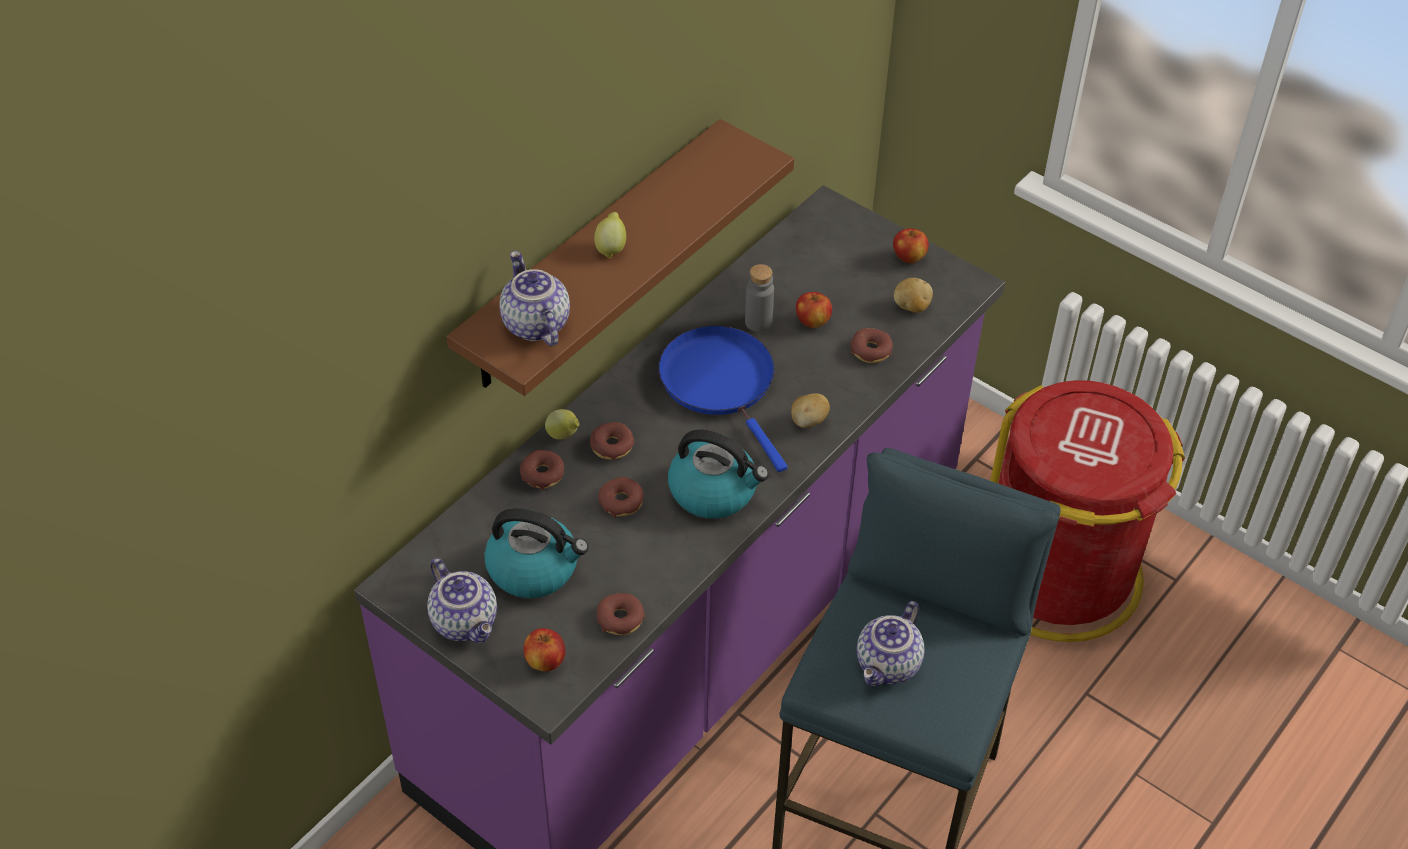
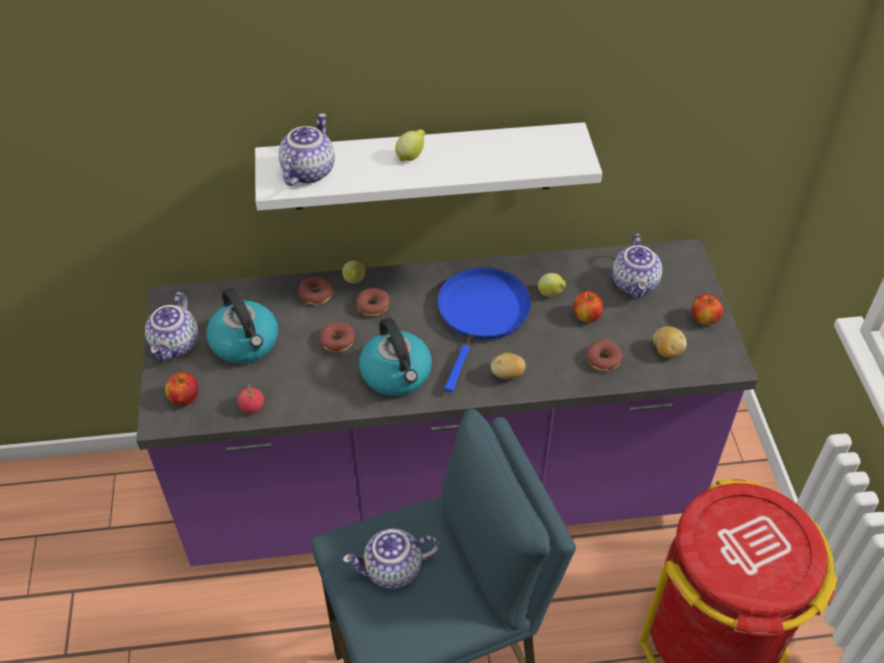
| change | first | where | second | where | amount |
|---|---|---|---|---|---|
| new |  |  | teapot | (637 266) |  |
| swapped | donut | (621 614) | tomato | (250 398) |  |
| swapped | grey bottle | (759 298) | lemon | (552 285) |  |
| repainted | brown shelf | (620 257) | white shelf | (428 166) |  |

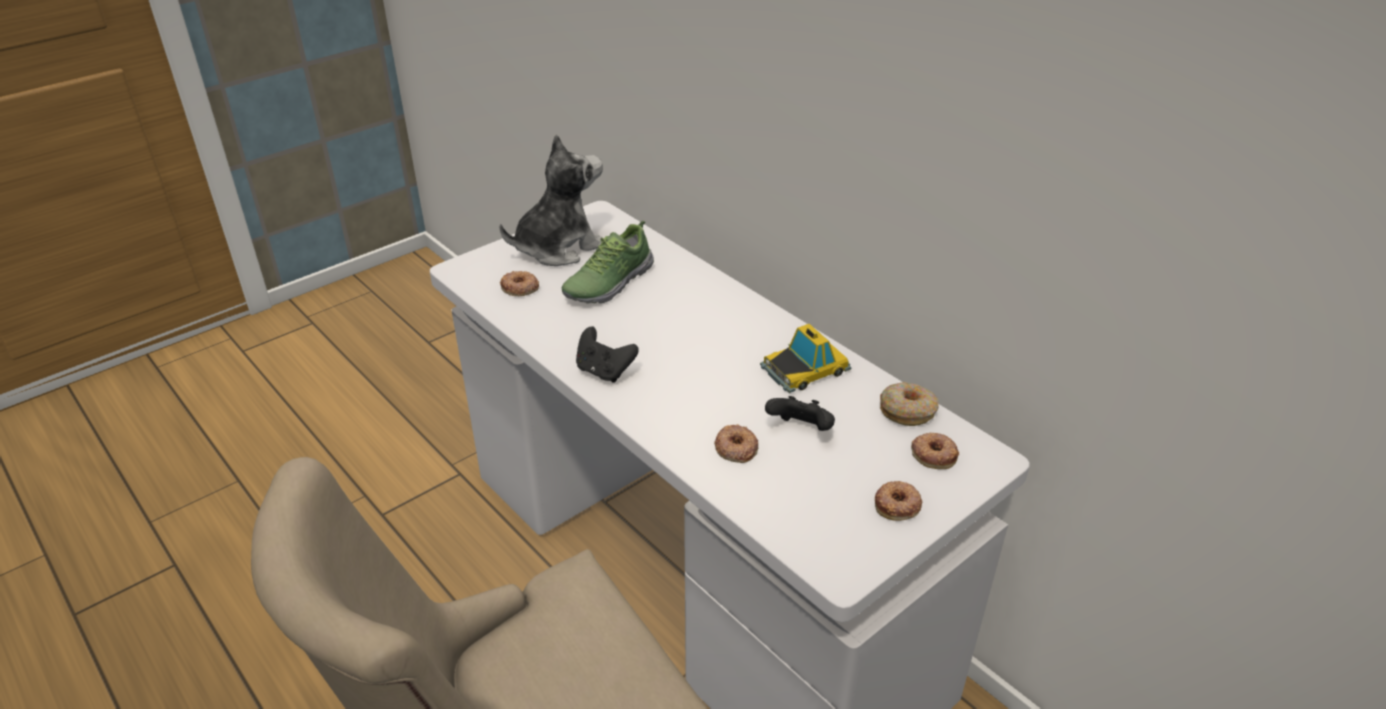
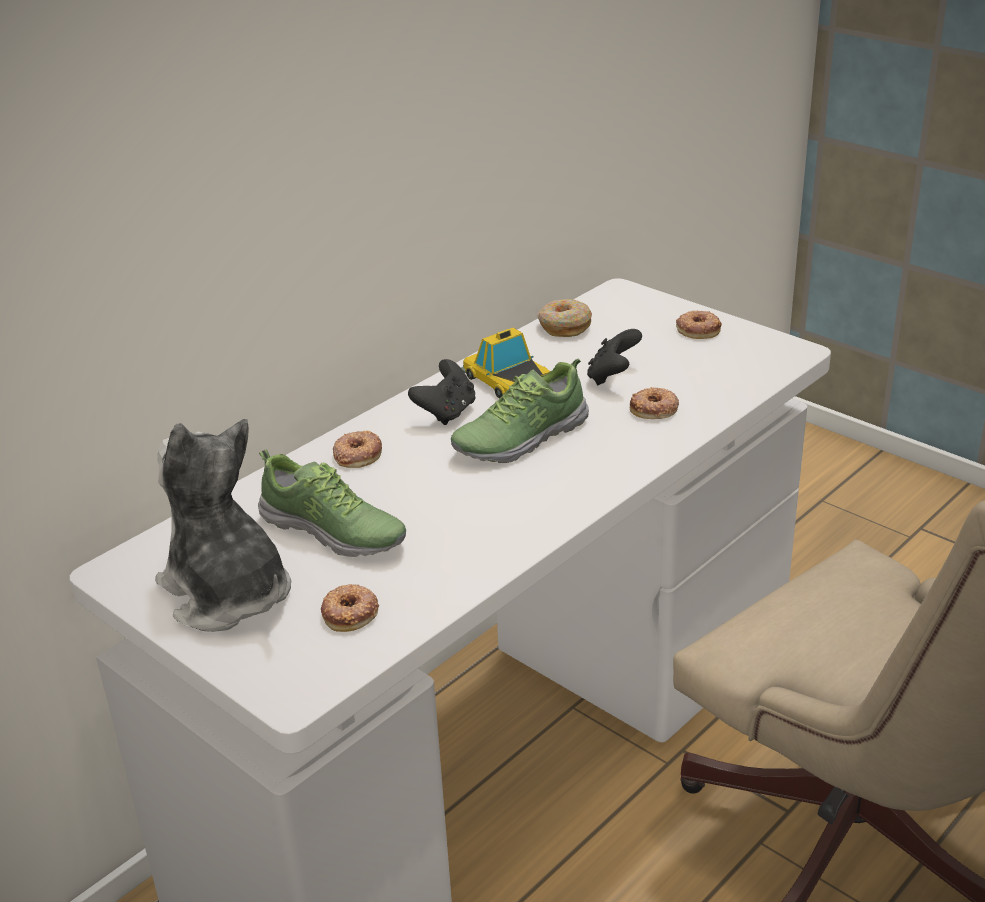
| change | first | where | second | where | amount |
|---|---|---|---|---|---|
| new |  |  | shoe | (520 410) |  |
| shifted | black game controller | (607 355) |  | (442 392) |  |
| shifted | donut | (935 451) |  | (357 449) |  |

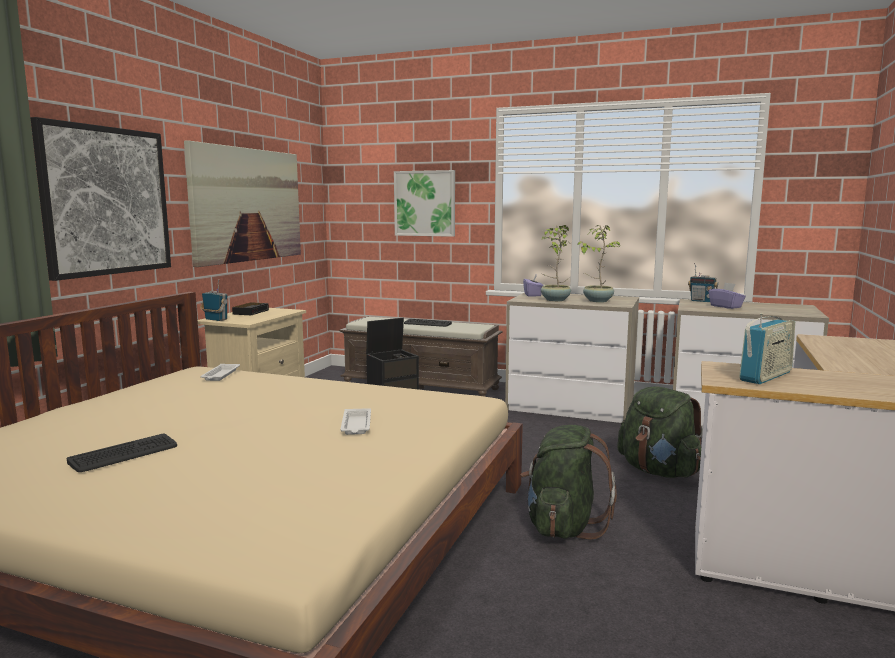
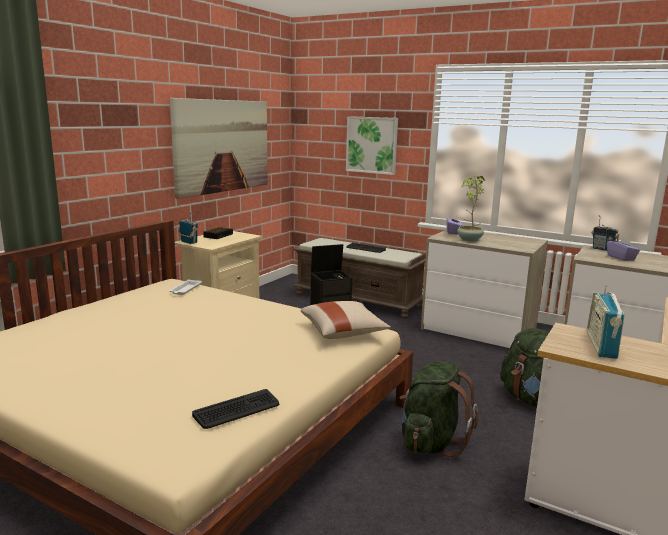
| change | first | where | second | where | amount |
|---|---|---|---|---|---|
| gone | picture | (101 199) |  |  |  |
| gone | white tray | (355 421) |  |  |  |
| gone | potted plant | (598 263) |  |  |  |
| new |  |  | beige pillow | (346 320) |  |
| shifted | keyboard | (122 453) |  | (235 409) |  |
| rotated | radio | (767 348) |  | (606 322) | 135 degrees clockwise |

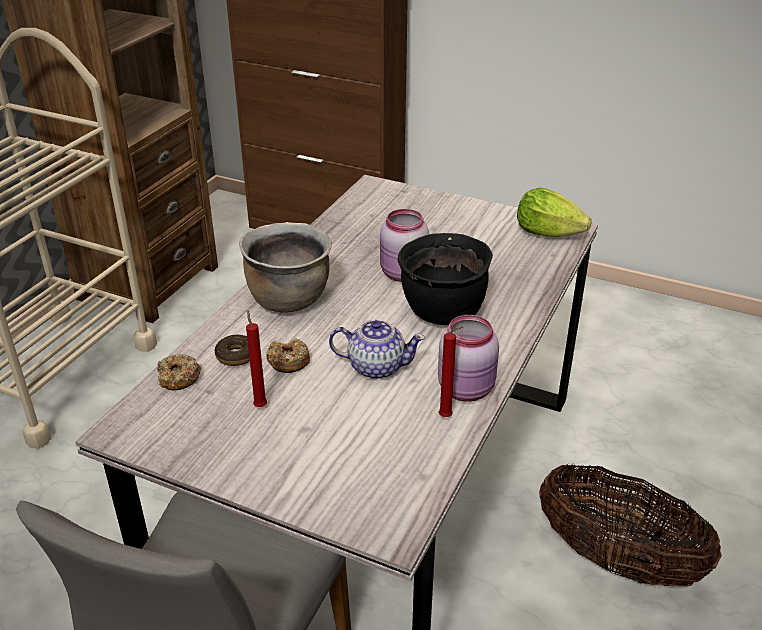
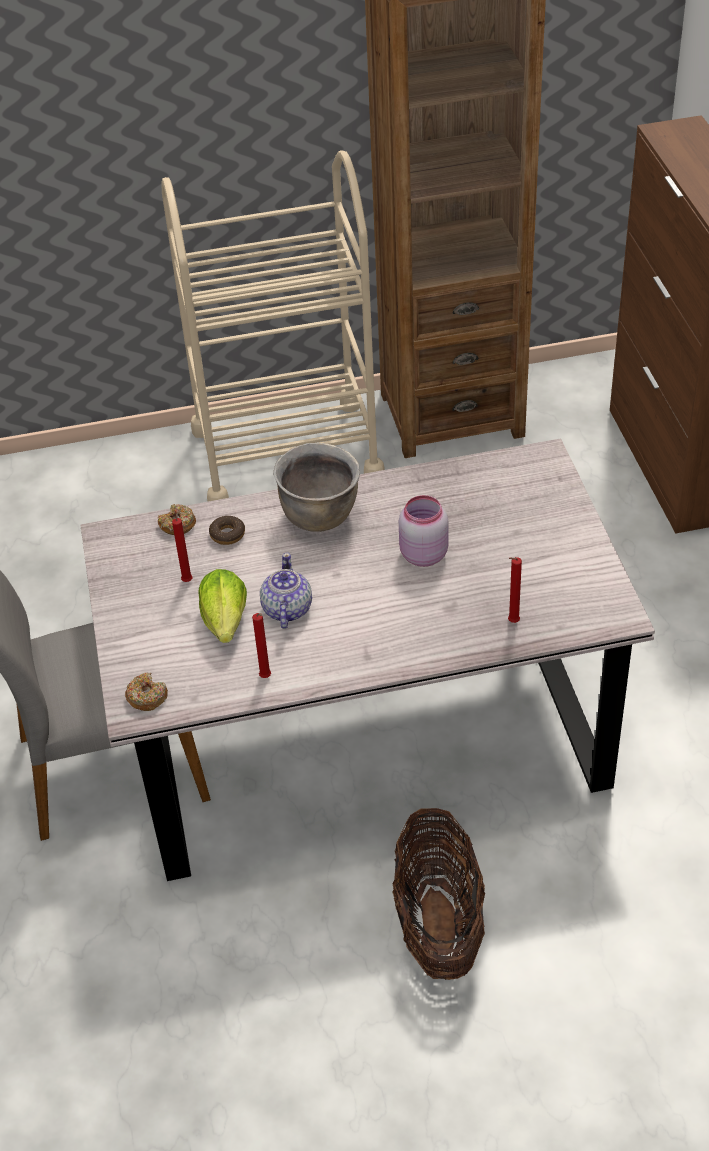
| change | first | where | second | where | amount |
|---|---|---|---|---|---|
| gone | black cooking pot | (445 279) |  |  |  |
| gone | pink jar | (468 358) |  |  |  |
| new |  |  | red candle | (515 590) |  |
| shifted | donut | (288 356) |  | (146 692) |  |
| shifted | lettuce | (554 212) |  | (223 606) |  |
| rotated | teapot | (377 349) |  | (286 590) | 150 degrees counterclockwise |

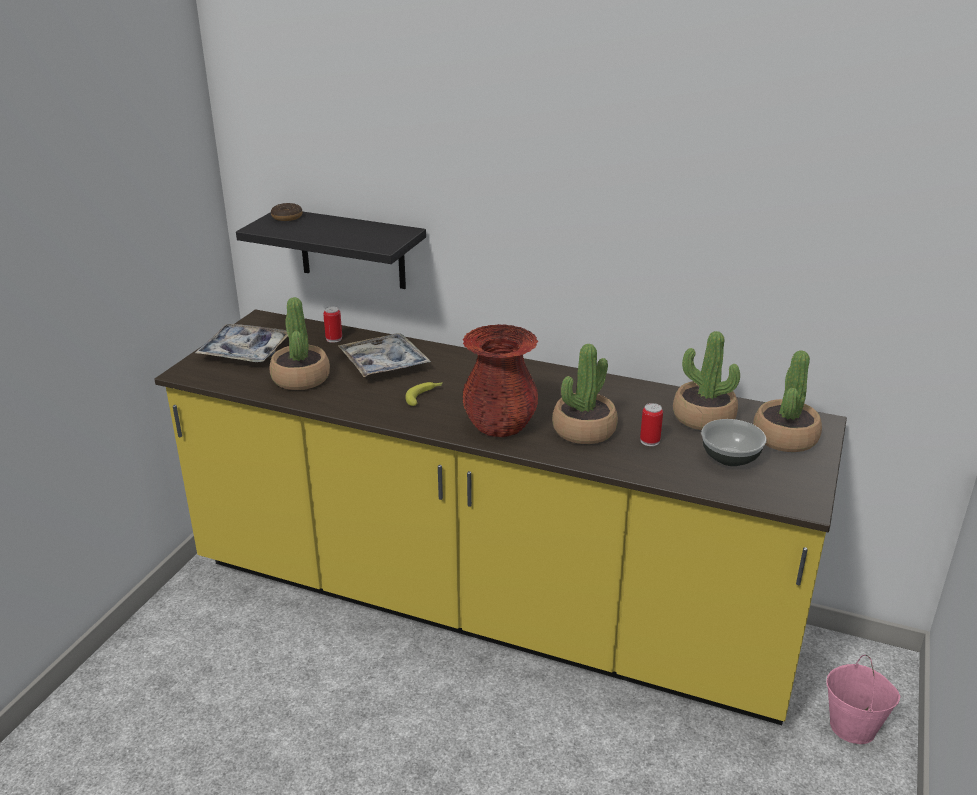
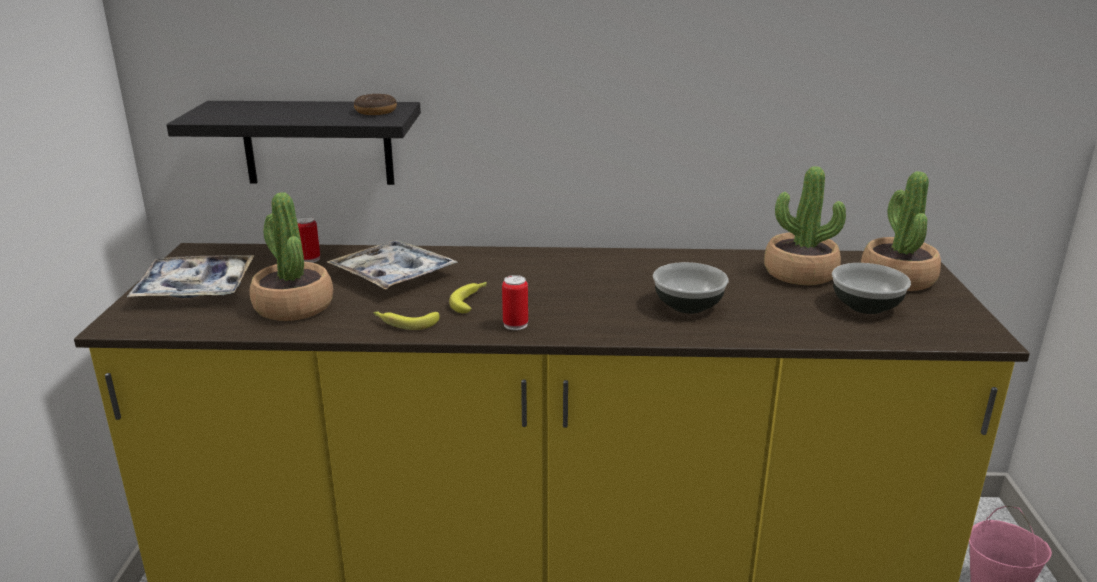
| change | first | where | second | where | amount |
|---|---|---|---|---|---|
| gone | red vase | (500 380) |  |  |  |
| new |  |  | banana | (406 320) |  |
| shifted | donut | (287 212) |  | (375 104) |  |
| shifted | can | (651 424) |  | (515 302) |  |
| swapped | potted plant | (585 394) | bowl | (691 288) |  |

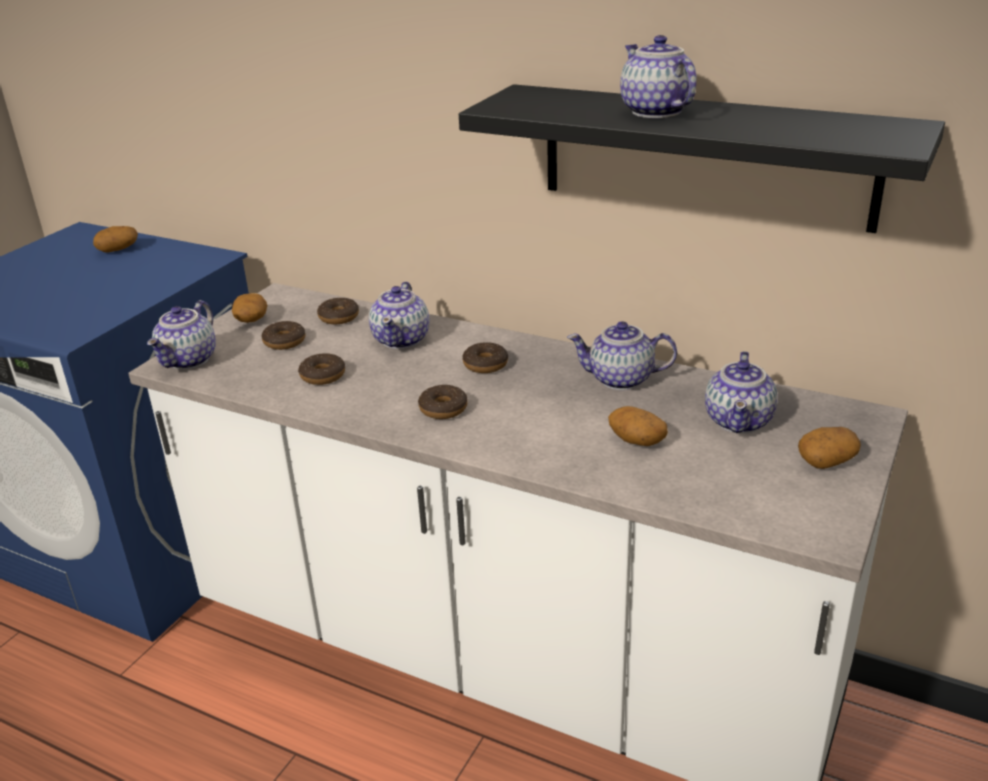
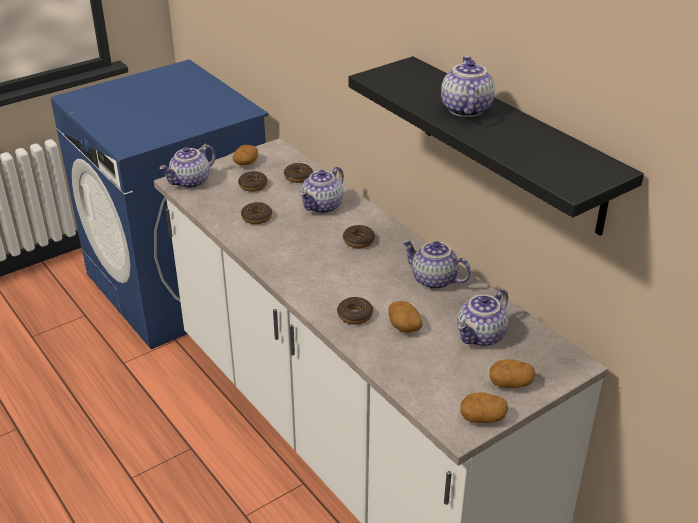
| change | first | where | second | where | amount |
|---|---|---|---|---|---|
| shifted | potato | (115 239) |  | (484 407) |  |
| shifted | donut | (443 402) |  | (355 311) |  |

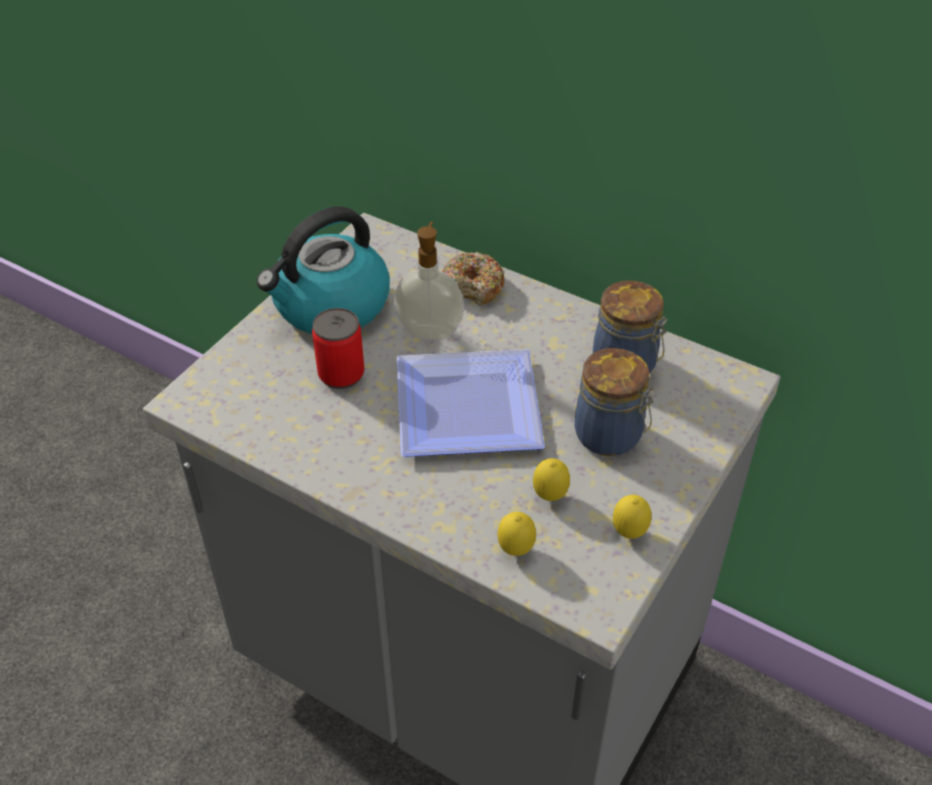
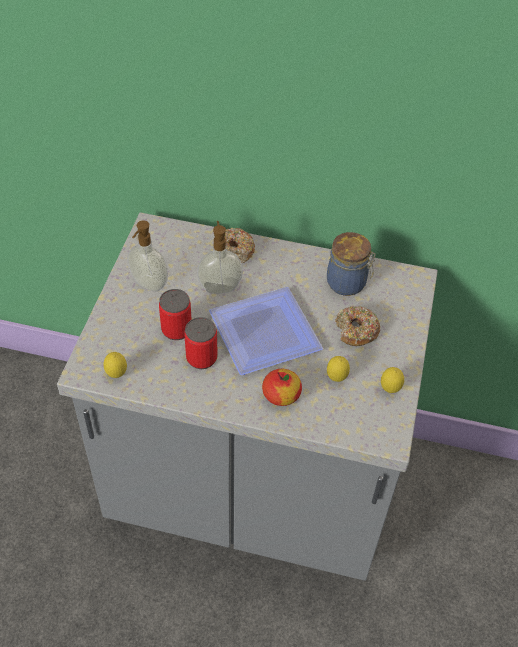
| change | first | where | second | where | amount |
|---|---|---|---|---|---|
| new |  |  | can | (201 343) |  |
| new |  |  | apple | (282 387) |  |
| shifted | lemon | (516 534) |  | (115 365) |  |
| swapped | kettle | (323 270) | soap dispenser | (147 256) |  |
| swapped | jar | (615 402) | donut | (357 326) |  |

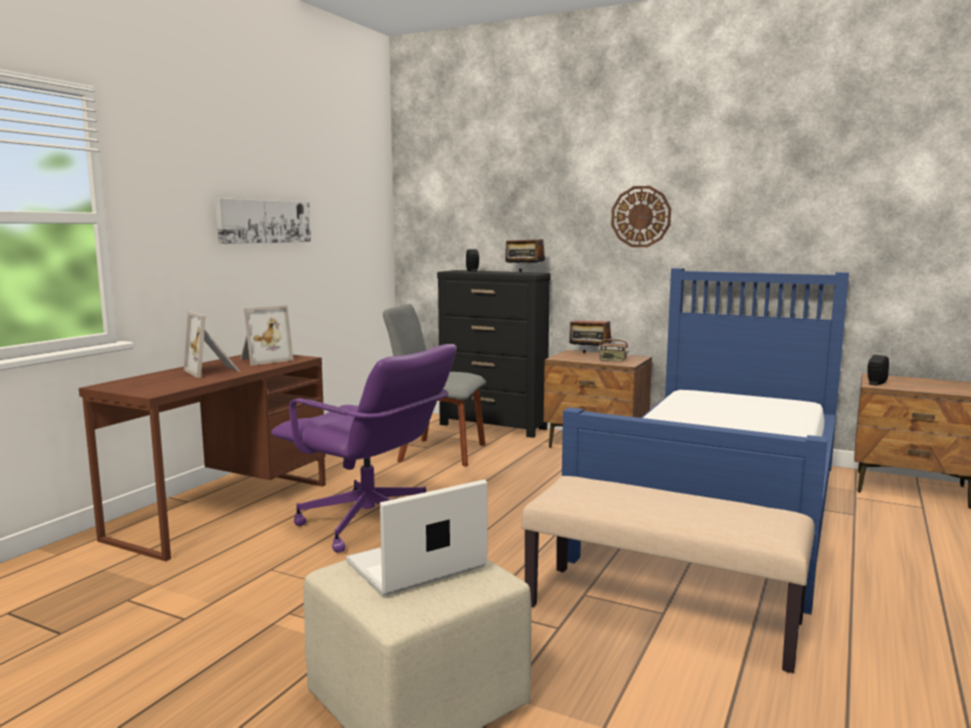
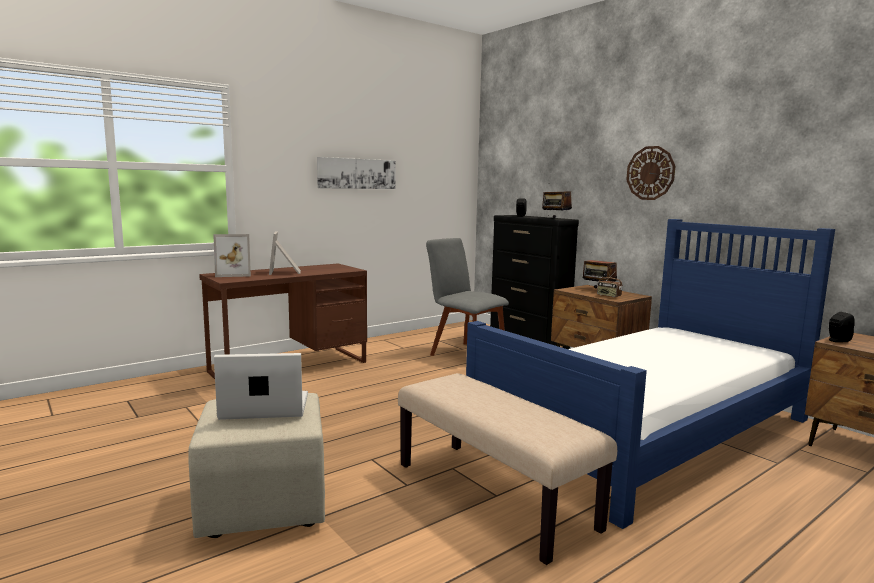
| change | first | where | second | where | amount |
|---|---|---|---|---|---|
| gone | purple office chair | (364 448) |  |  |  |
| shifted | picture frame | (266 335) |  | (232 255) |  |

